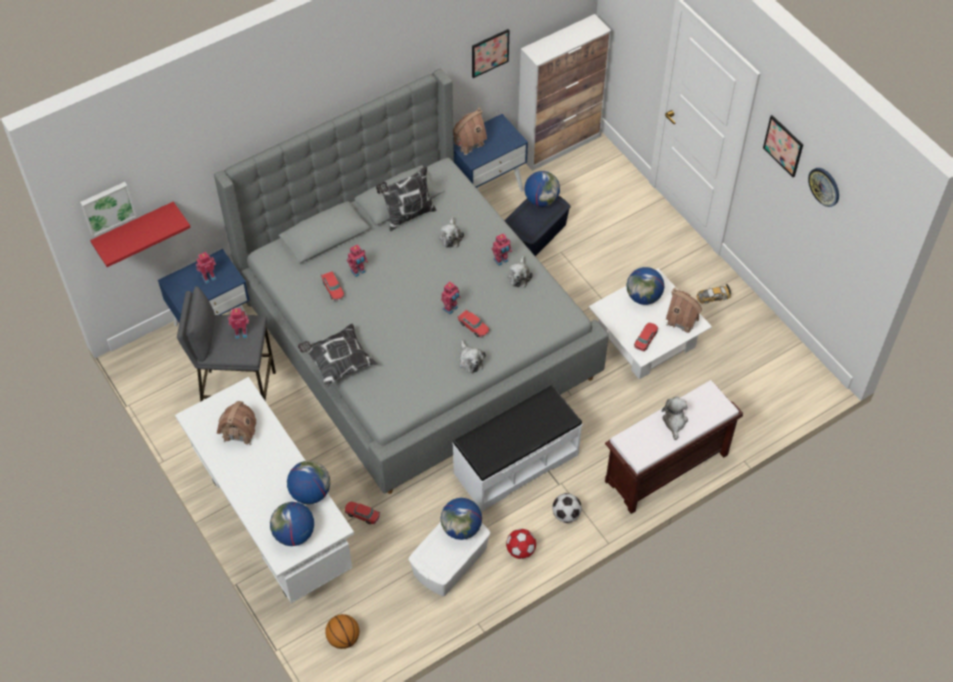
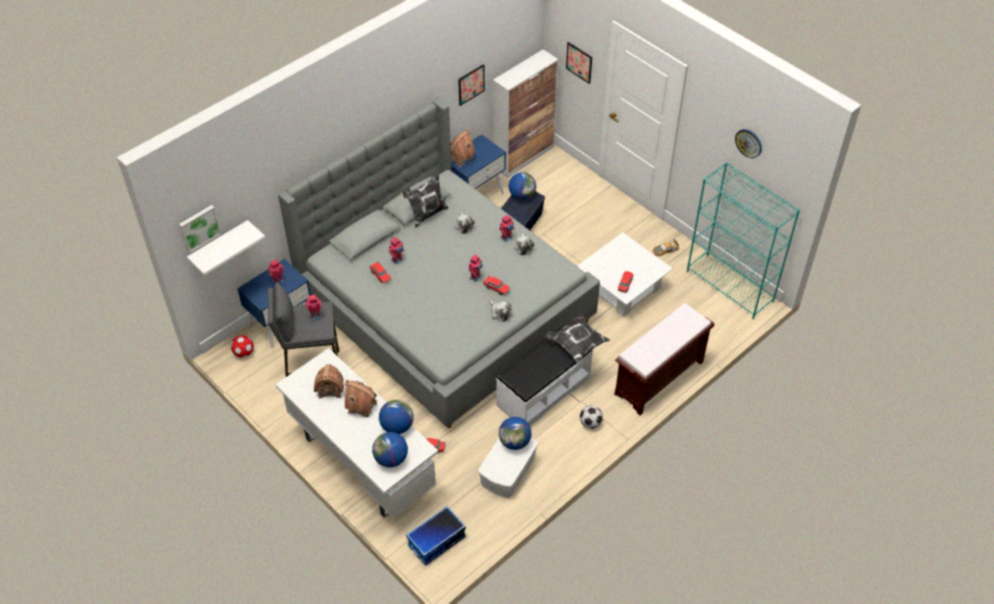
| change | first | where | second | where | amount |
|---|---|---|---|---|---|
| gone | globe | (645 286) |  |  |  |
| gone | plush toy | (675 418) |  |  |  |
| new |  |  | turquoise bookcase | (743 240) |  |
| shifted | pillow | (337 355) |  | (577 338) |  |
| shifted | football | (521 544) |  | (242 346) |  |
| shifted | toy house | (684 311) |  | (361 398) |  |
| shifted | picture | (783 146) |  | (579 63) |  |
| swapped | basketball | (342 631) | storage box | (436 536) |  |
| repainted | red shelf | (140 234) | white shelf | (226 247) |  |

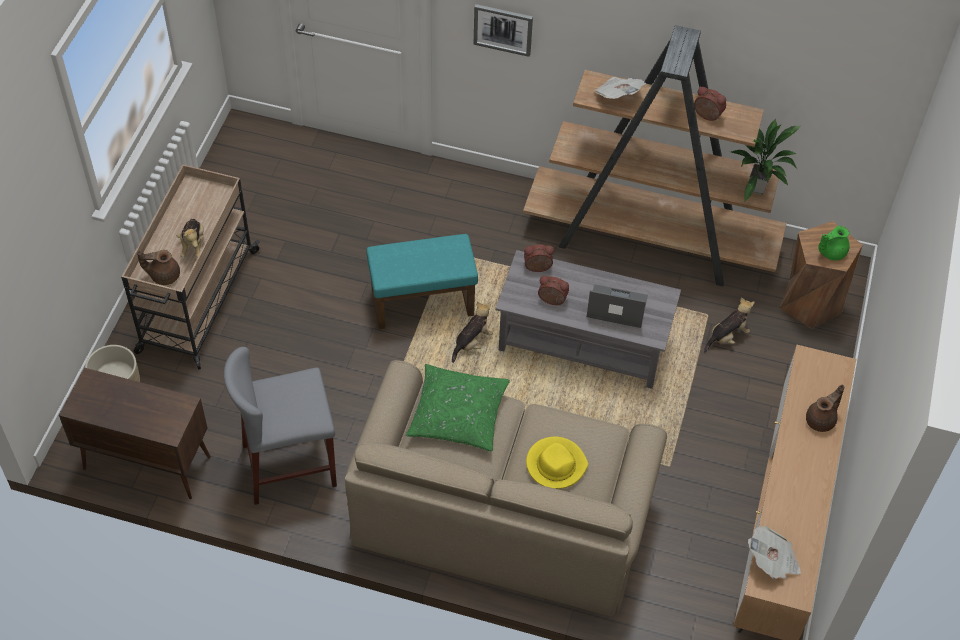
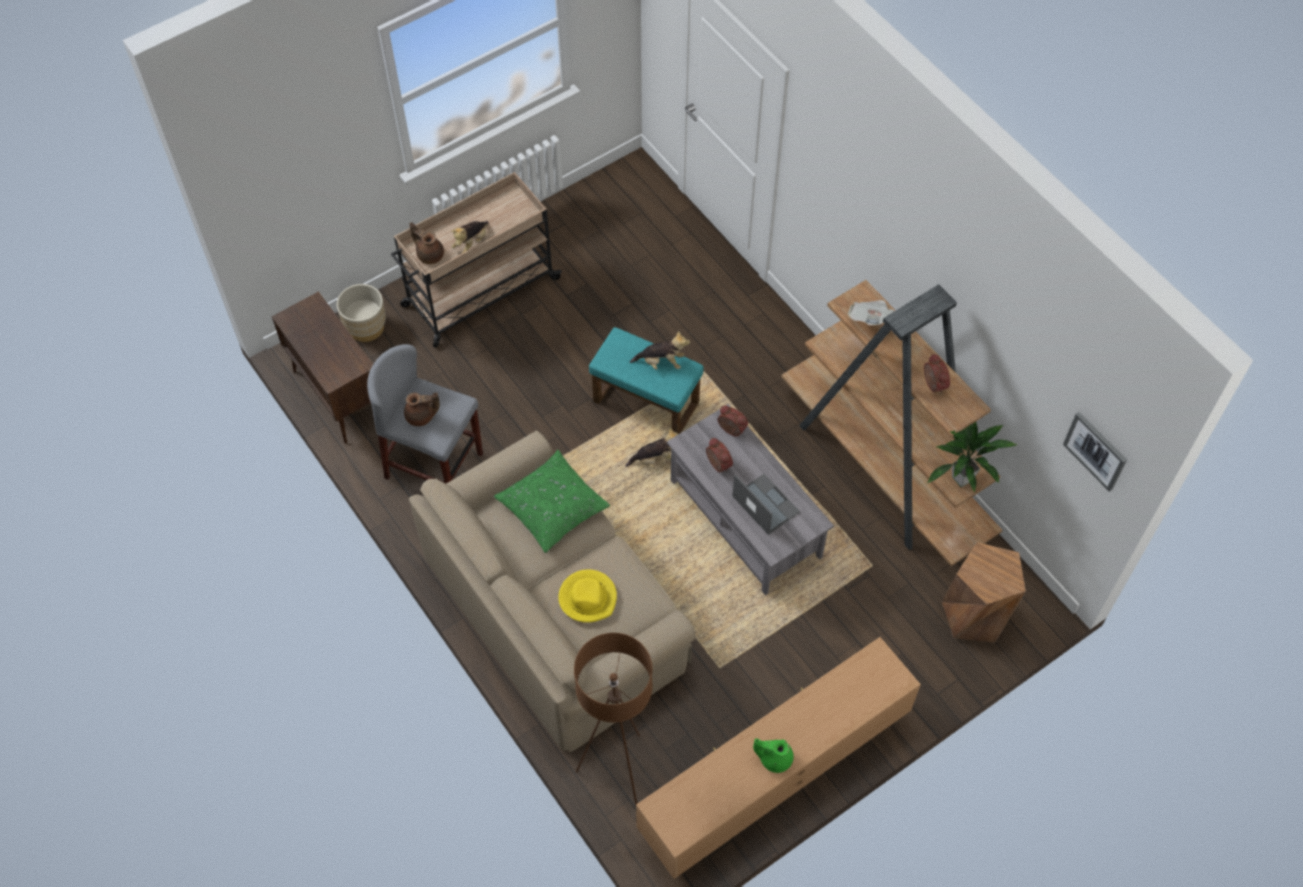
| change | first | where | second | where | amount |
|---|---|---|---|---|---|
| gone | newspaper | (774 552) |  |  |  |
| new |  |  | brown floor lamp | (613 719) |  |
| shifted | picture | (503 30) |  | (1095 452) |  |
| shifted | plush toy | (729 325) |  | (660 350) |  |
| shifted | brown teapot | (825 408) |  | (422 409) |  |
| shifted | green teapot | (834 243) |  | (773 755) |  |

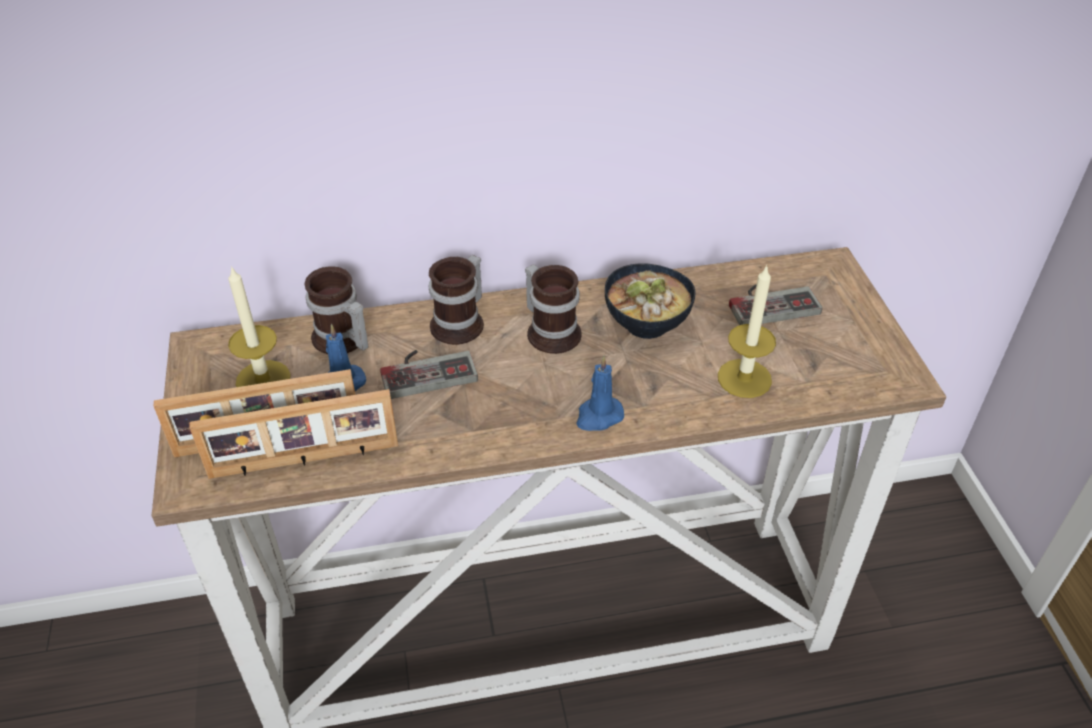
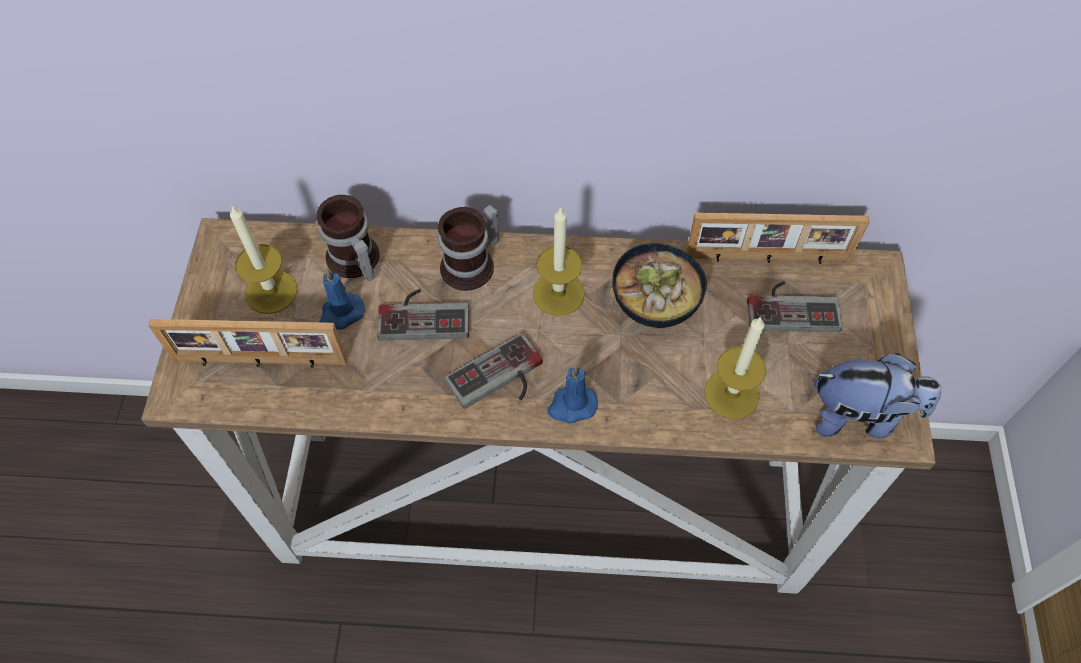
| change | first | where | second | where | amount |
|---|---|---|---|---|---|
| new |  |  | game controller | (493 371) |  |
| new |  |  | plush toy | (877 395) |  |
| shifted | picture frame | (294 434) |  | (778 238) |  |
| swapped | mug | (553 309) | candle | (559 261) |  |

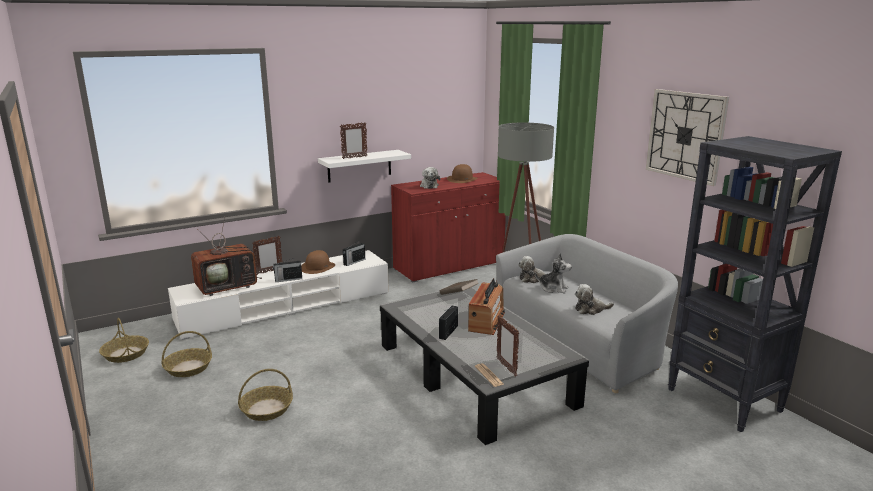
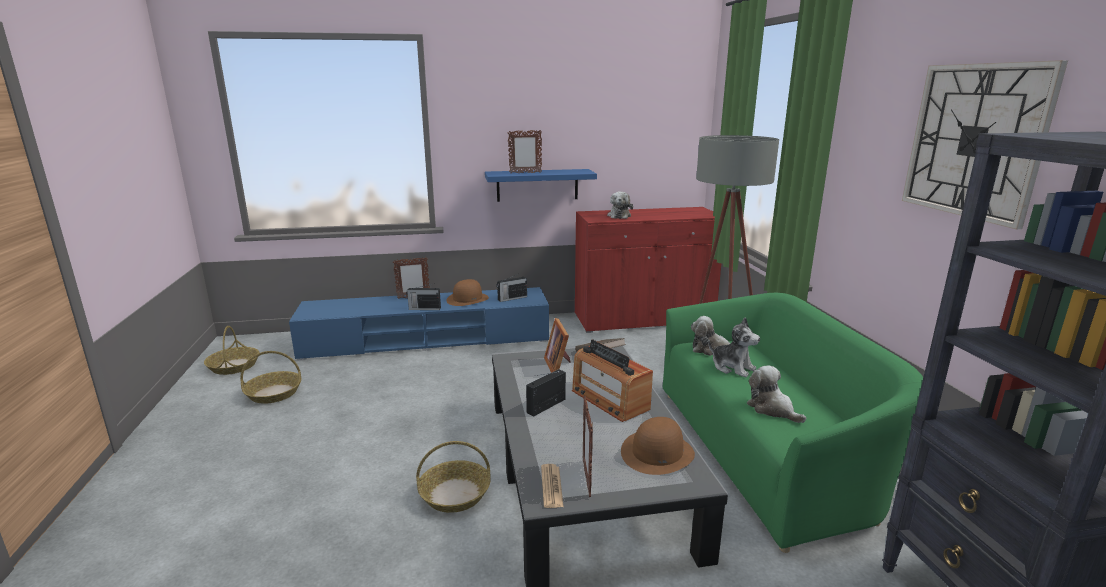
| change | first | where | second | where | amount |
|---|---|---|---|---|---|
| gone | television | (227 257) |  |  |  |
| new |  |  | picture frame | (557 345) |  |
| shifted | basket | (265 395) |  | (453 477) |  |
| shifted | brown hat | (462 173) |  | (658 446) |  |
| repainted | white tv stand | (278 295) | blue tv stand | (419 323) |  |
| repainted | white shelf | (364 166) | blue shelf | (541 185) |  |
| repainted | grey sofa | (587 313) | green sofa | (793 422) |  |
| rotated | radio | (486 306) |  | (612 381) | 105 degrees clockwise |
| rotated | plush toy | (594 299) |  | (776 394) | 45 degrees clockwise |

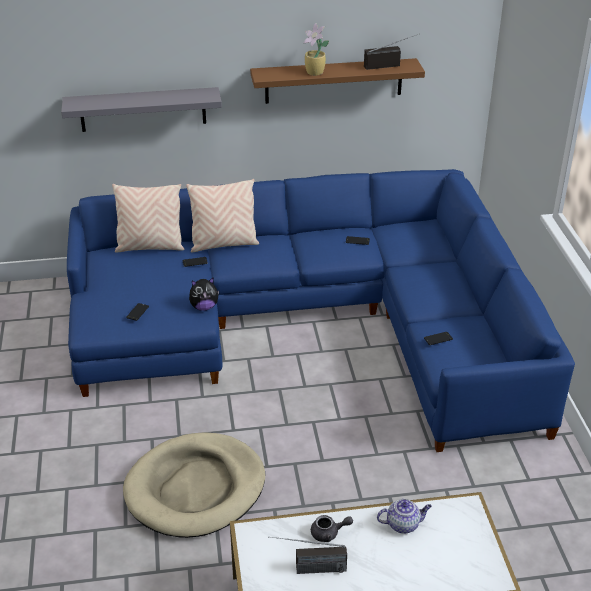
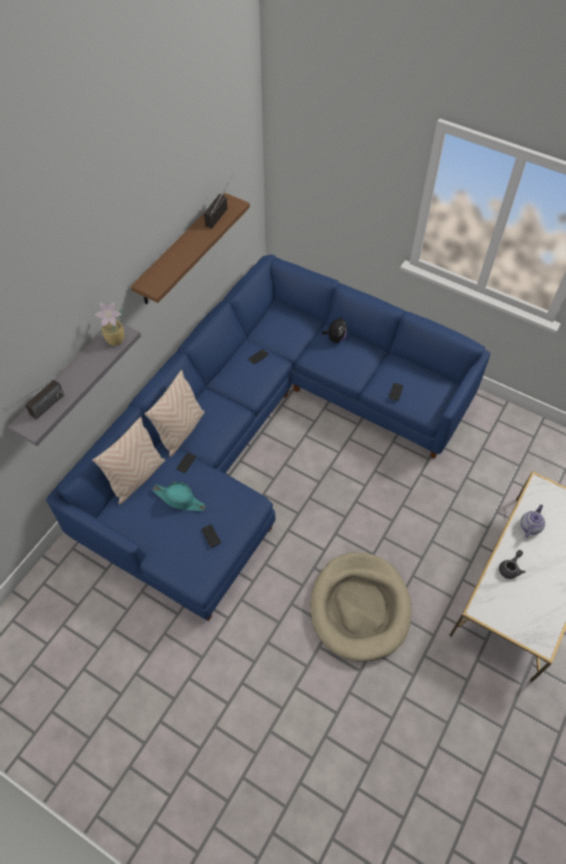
| change | first | where | second | where | amount |
|---|---|---|---|---|---|
| new |  |  | turquoise hat | (179 496) |  |
| shifted | plush toy | (204 294) |  | (334 329) |  |
| shifted | radio | (307 555) |  | (34 400) |  |
| shifted | potted plant | (316 49) |  | (109 324) |  |

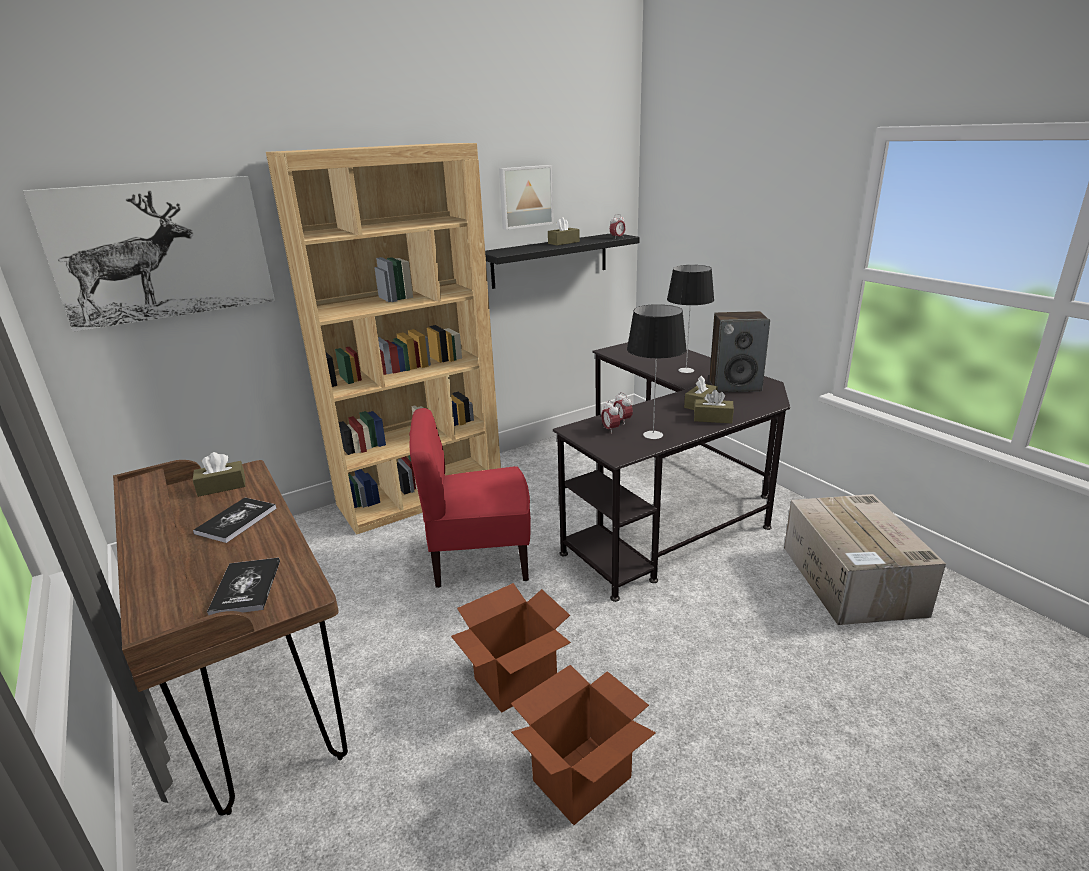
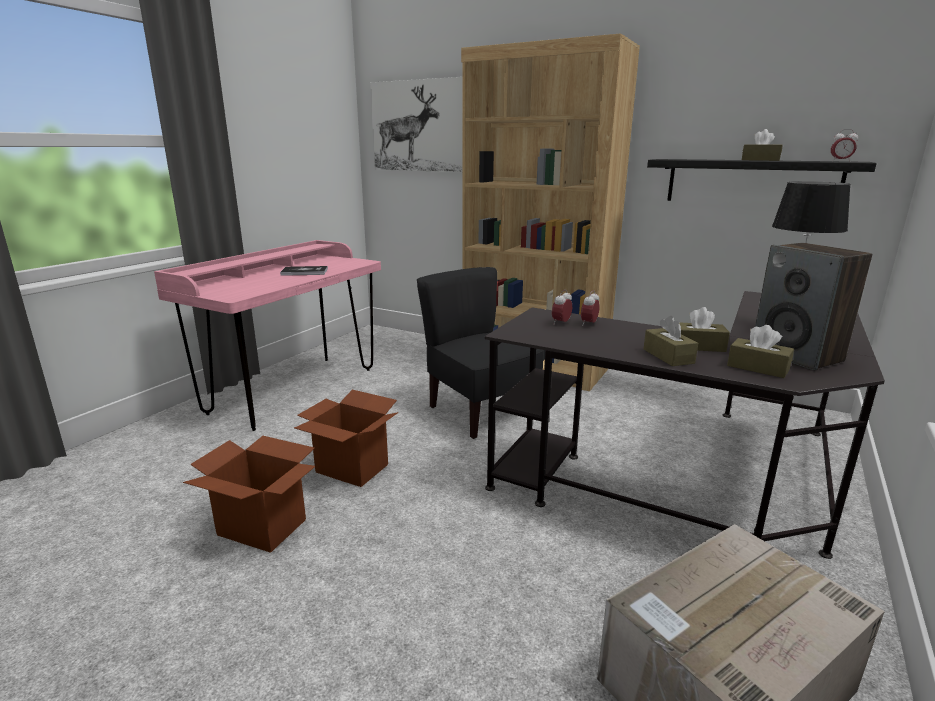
| change | first | where | second | where | amount |
|---|---|---|---|---|---|
| gone | book | (243 587) |  |  |  |
| gone | picture | (526 197) |  |  |  |
| gone | table lamp | (657 371) |  |  |  |
| shifted | brown tissue box | (219 474) |  | (760 351) |  |
| repainted | brown desk | (230 638) | pink desk | (267 335) |  |
| repainted | red chair | (470 498) | black chair | (480 353) |  |

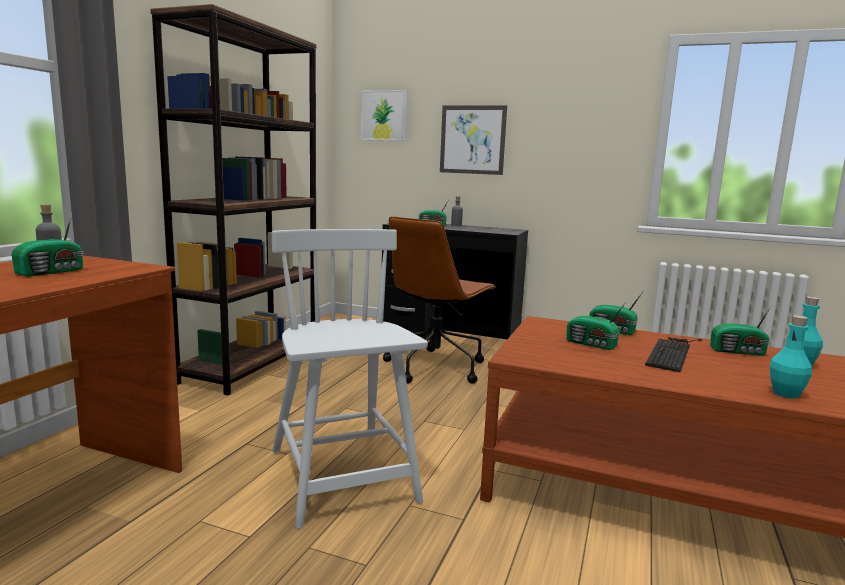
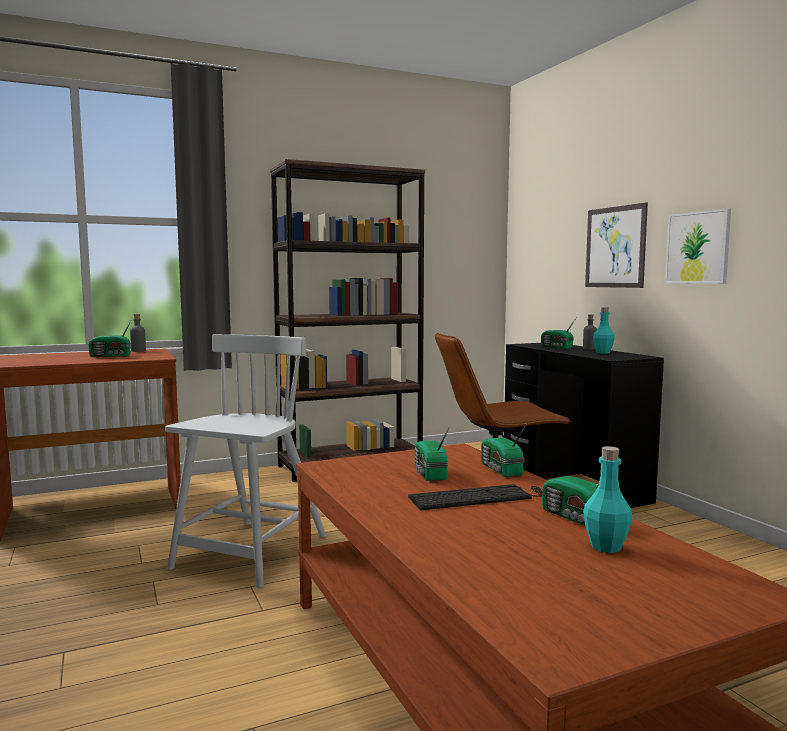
| change | first | where | second | where | amount |
|---|---|---|---|---|---|
| shifted | picture | (384 115) |  | (698 246) |  |
| shifted | turquoise bottle | (791 356) |  | (604 330) |  |

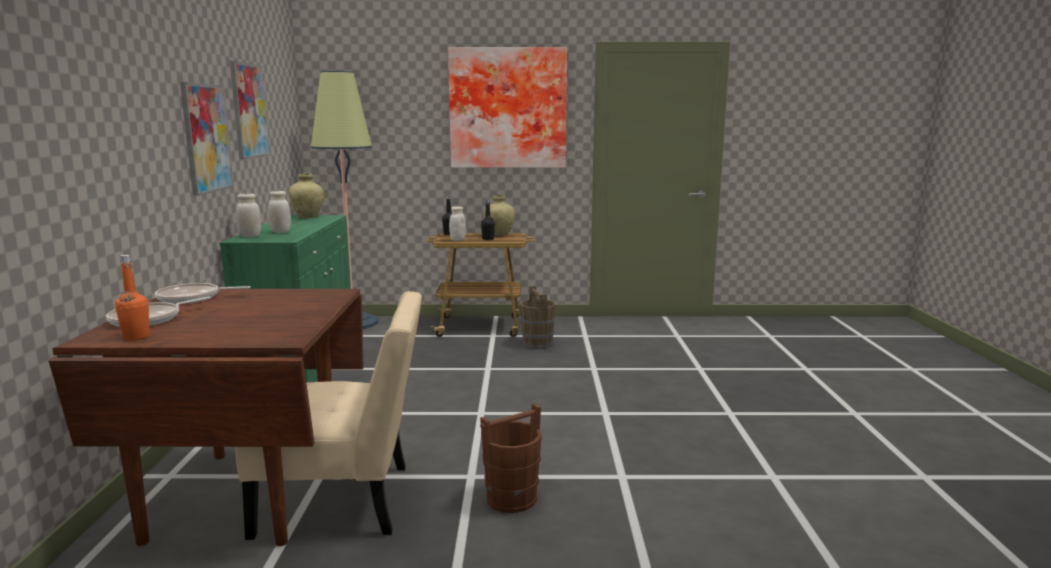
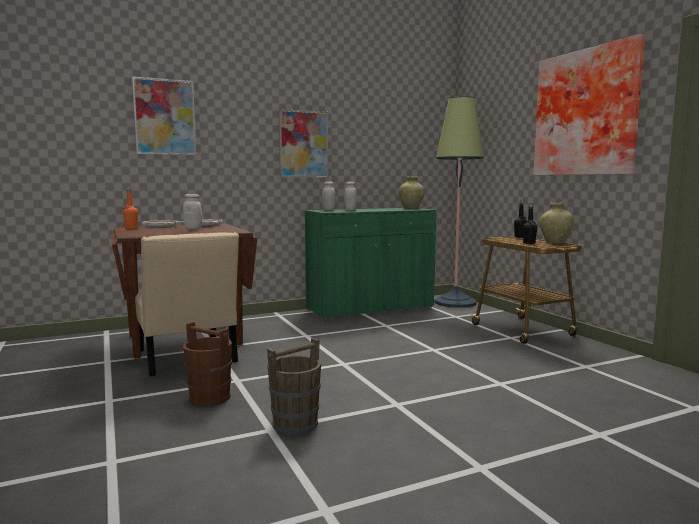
| change | first | where | second | where | amount |
|---|---|---|---|---|---|
| shifted | picture | (250 110) |  | (164 115) |  |
| shifted | white jar | (457 223) |  | (192 211) |  |
| shifted | brown bucket | (538 317) |  | (294 386) |  |

